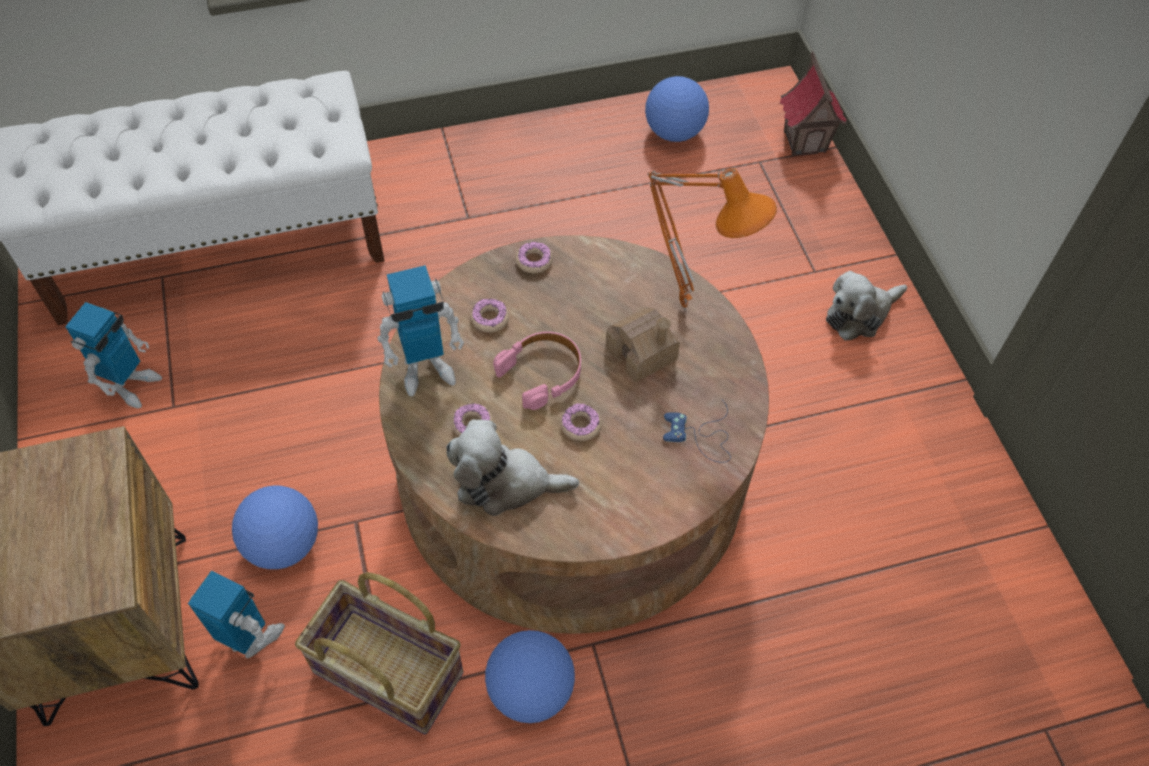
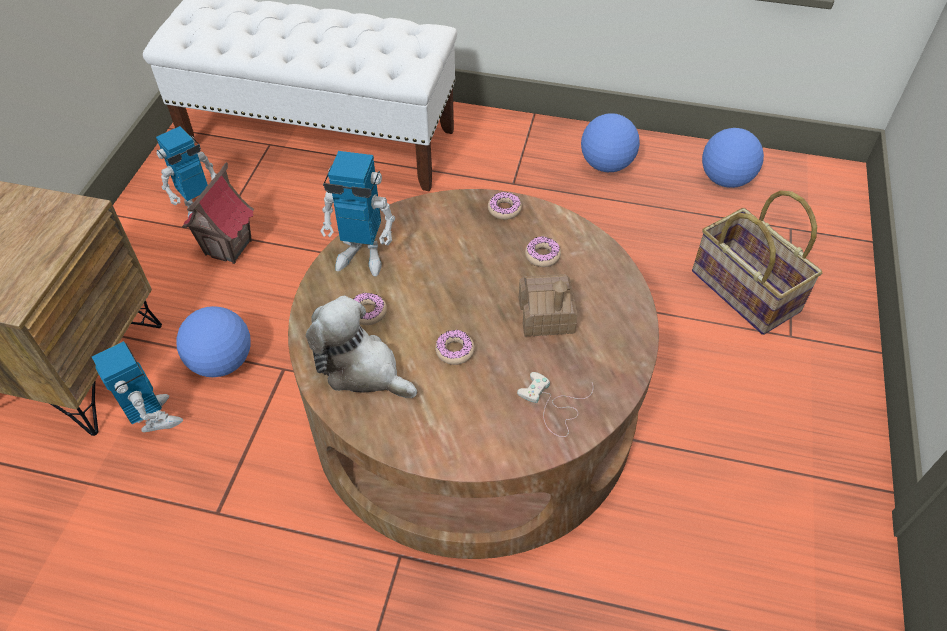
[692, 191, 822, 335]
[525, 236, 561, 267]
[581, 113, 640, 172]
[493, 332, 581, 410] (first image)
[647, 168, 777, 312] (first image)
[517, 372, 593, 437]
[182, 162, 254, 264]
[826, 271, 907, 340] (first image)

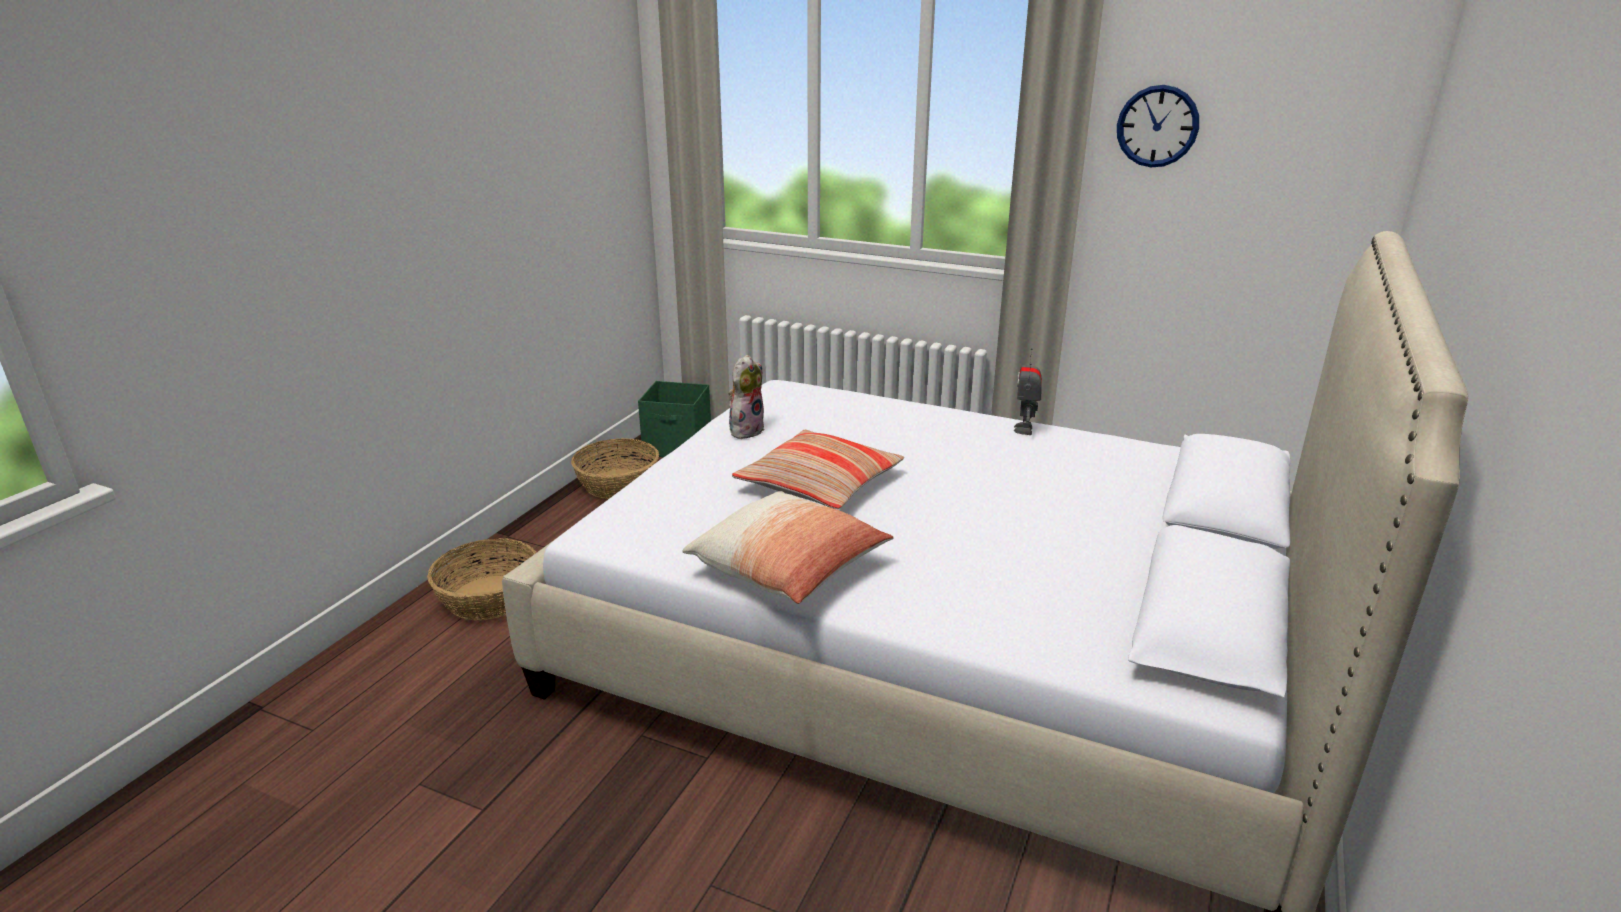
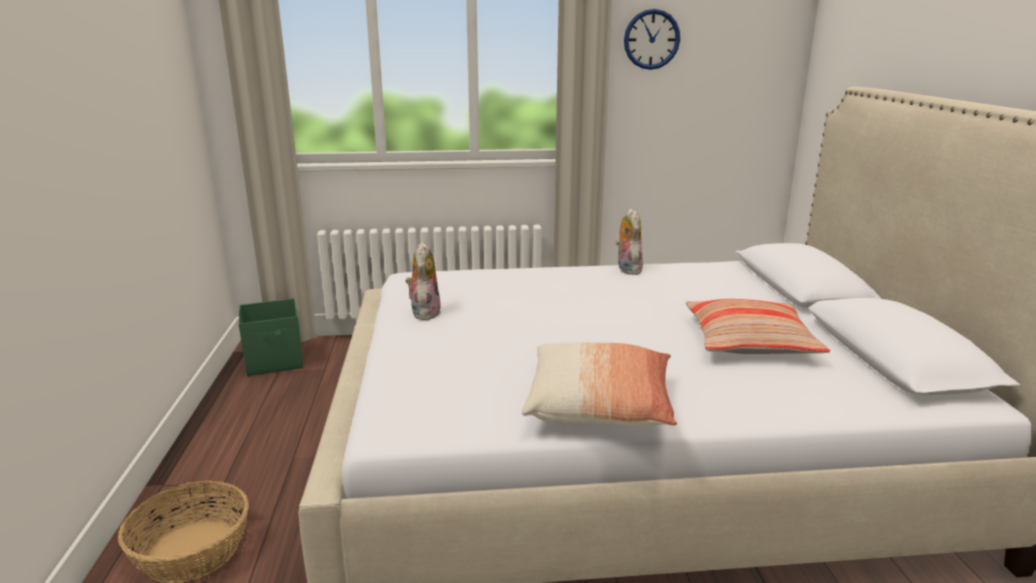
[571, 438, 659, 499] (first image)
[685, 299, 830, 354]
[616, 209, 643, 275]

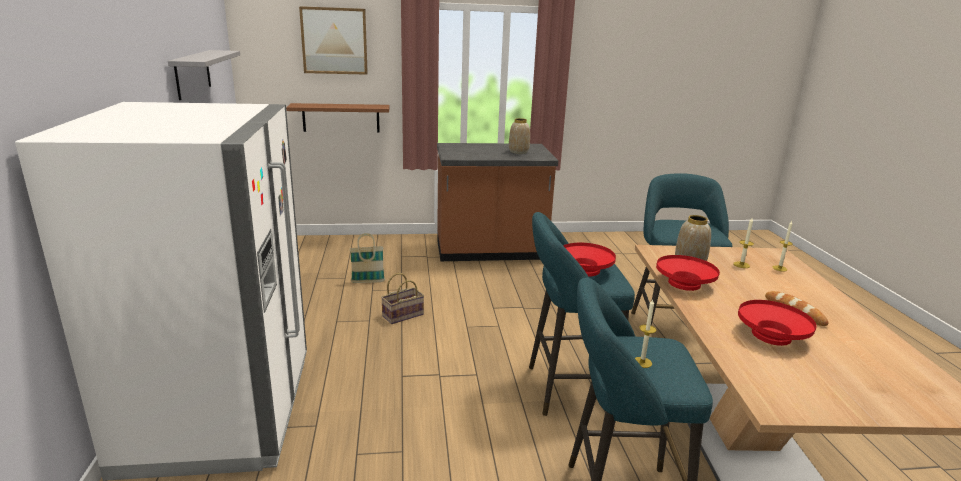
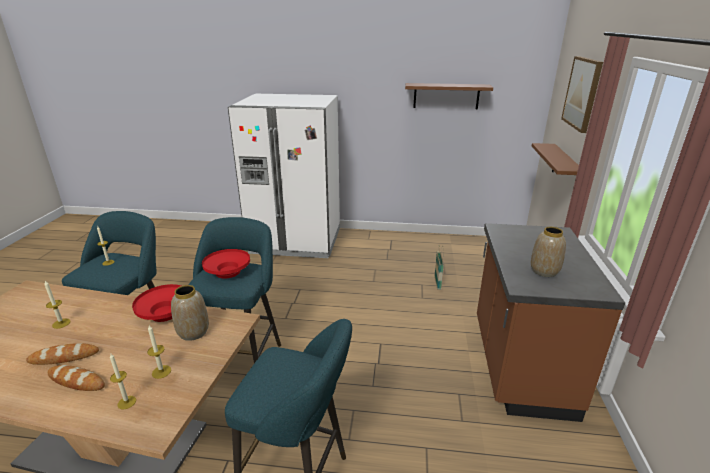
[405, 83, 493, 109]
[381, 273, 425, 324] (first image)
[44, 281, 71, 329]
[48, 365, 105, 391]

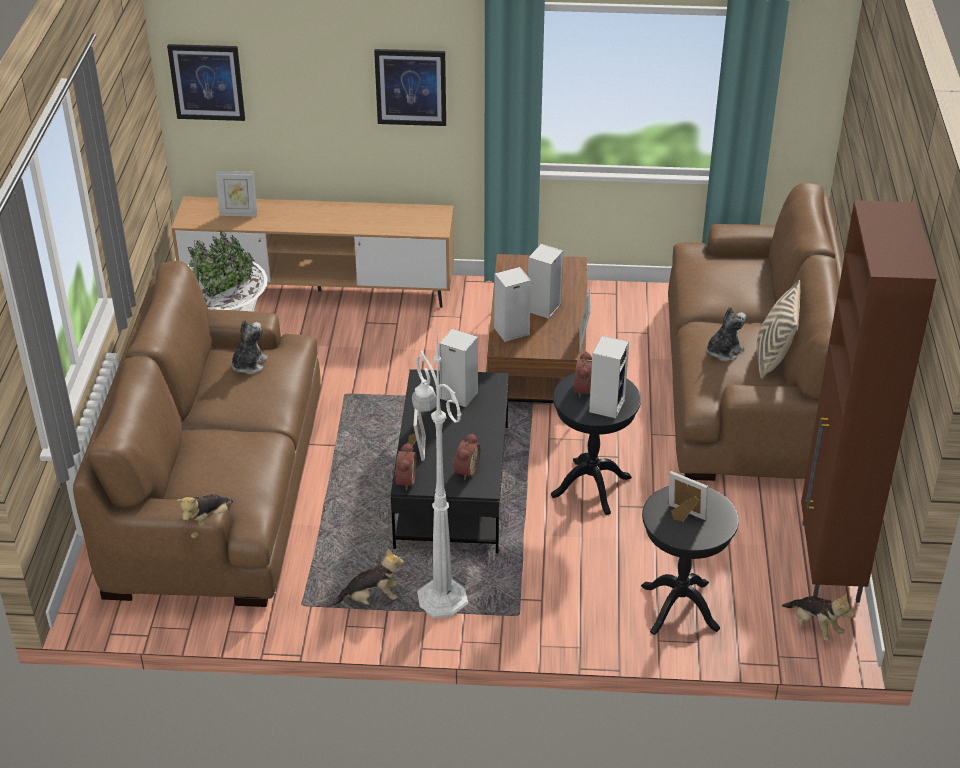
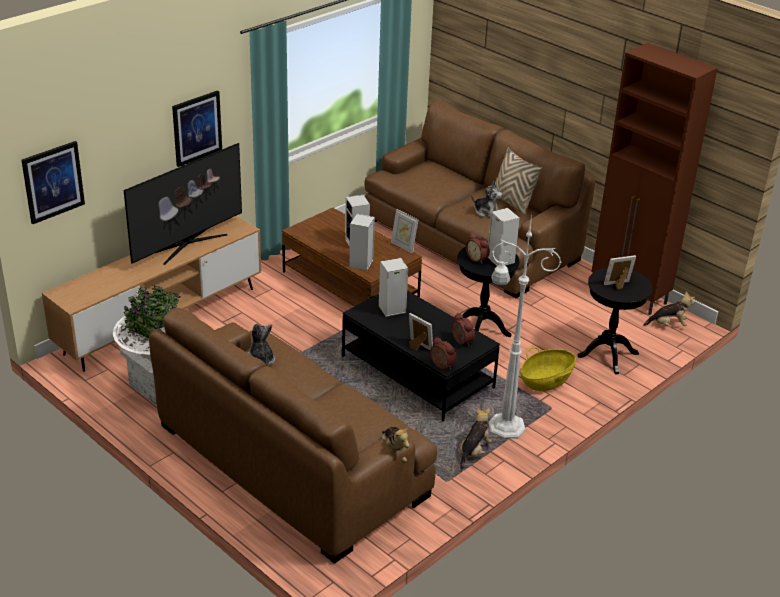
[216, 171, 257, 216] (first image)
[471, 181, 503, 218]
[124, 143, 242, 265]
[520, 347, 576, 391]

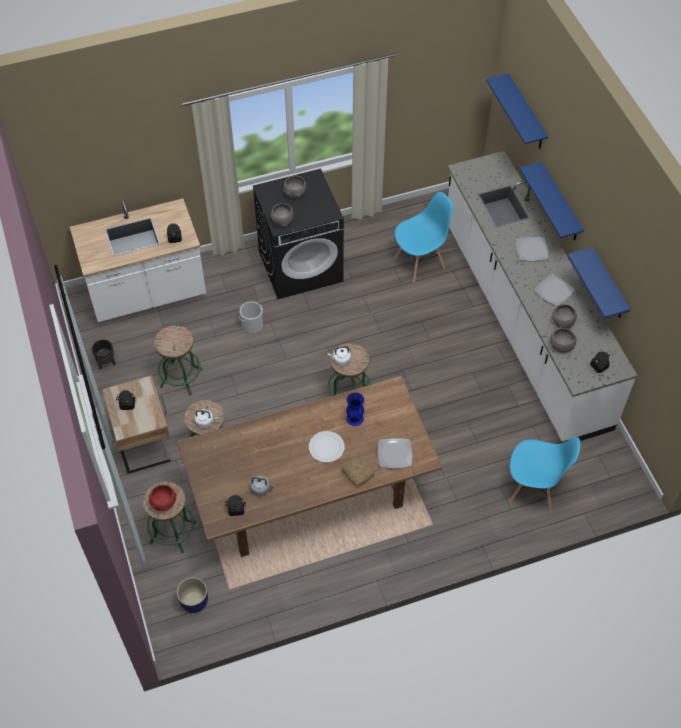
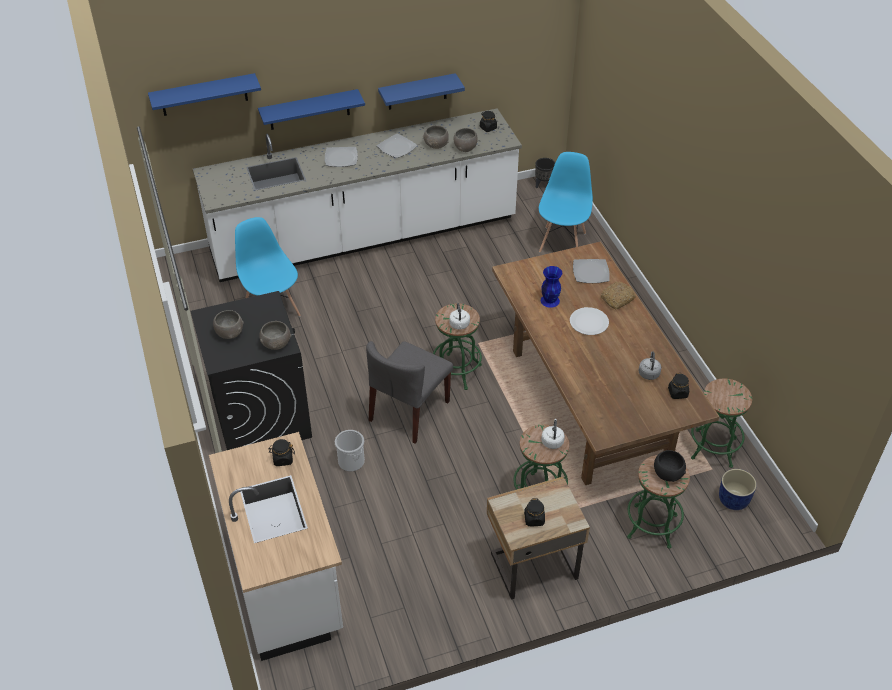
[535, 158, 555, 188]
[654, 450, 686, 482]
[691, 379, 752, 468]
[366, 341, 453, 444]

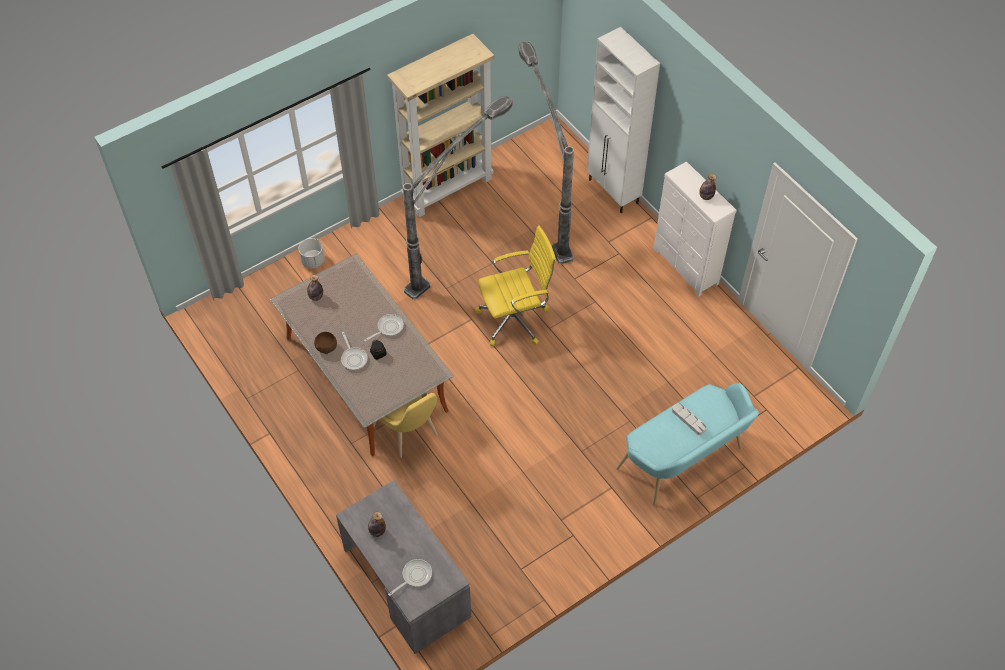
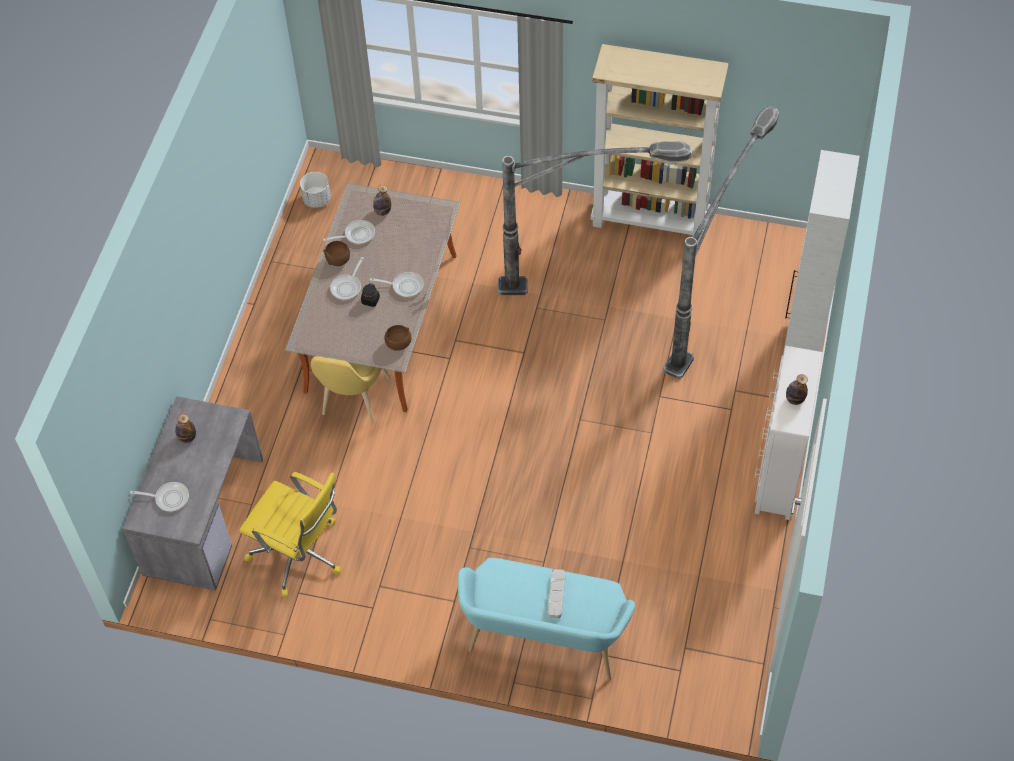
[300, 172, 331, 208]
[239, 472, 341, 597]
[323, 220, 375, 244]
[384, 325, 411, 351]

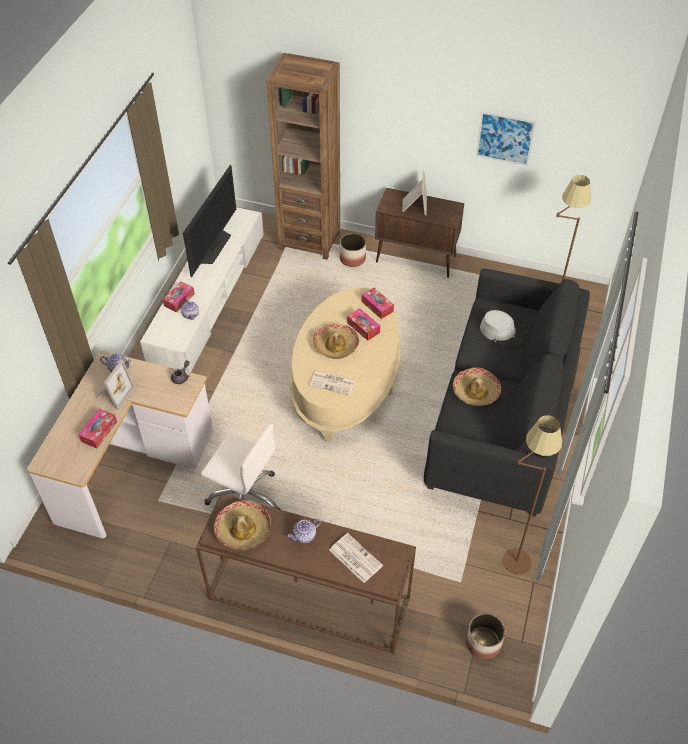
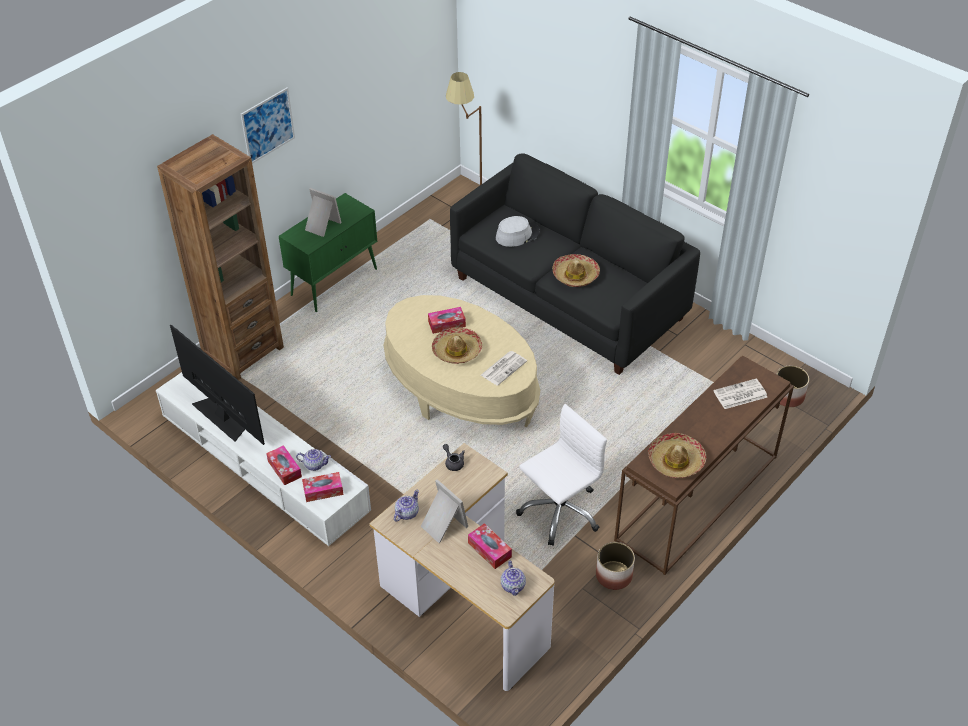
[501, 560, 526, 596]
[596, 542, 635, 590]
[302, 472, 343, 502]
[279, 193, 377, 312]
[241, 87, 295, 164]
[503, 415, 562, 574] (first image)

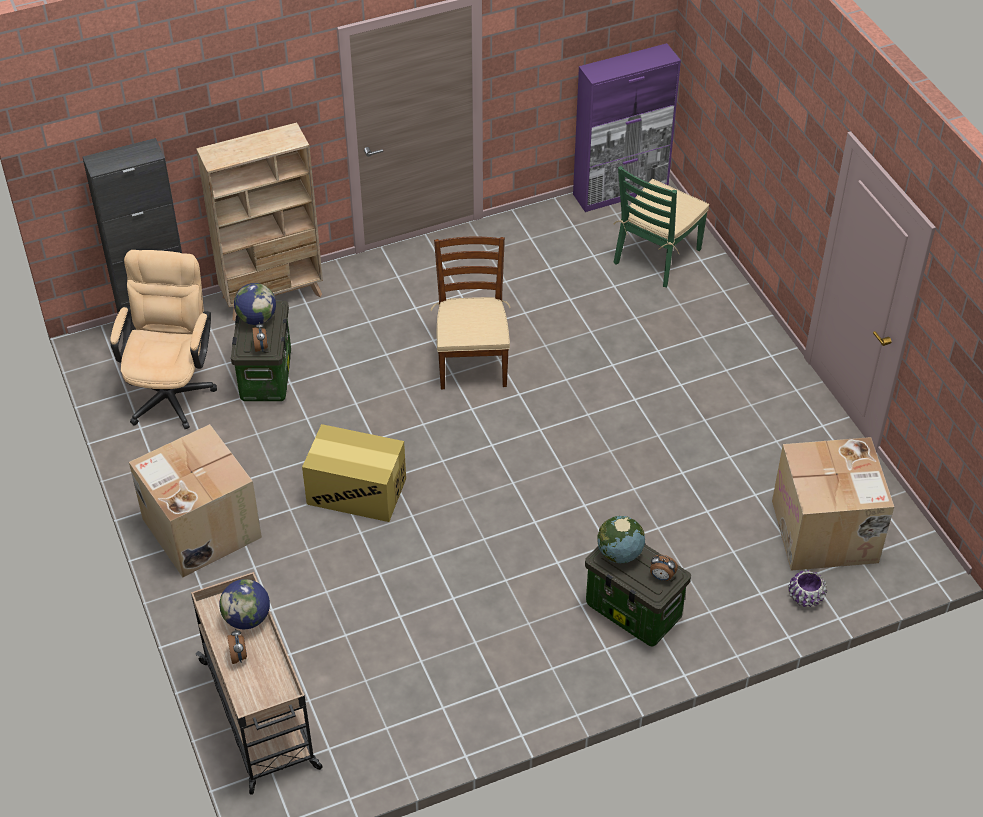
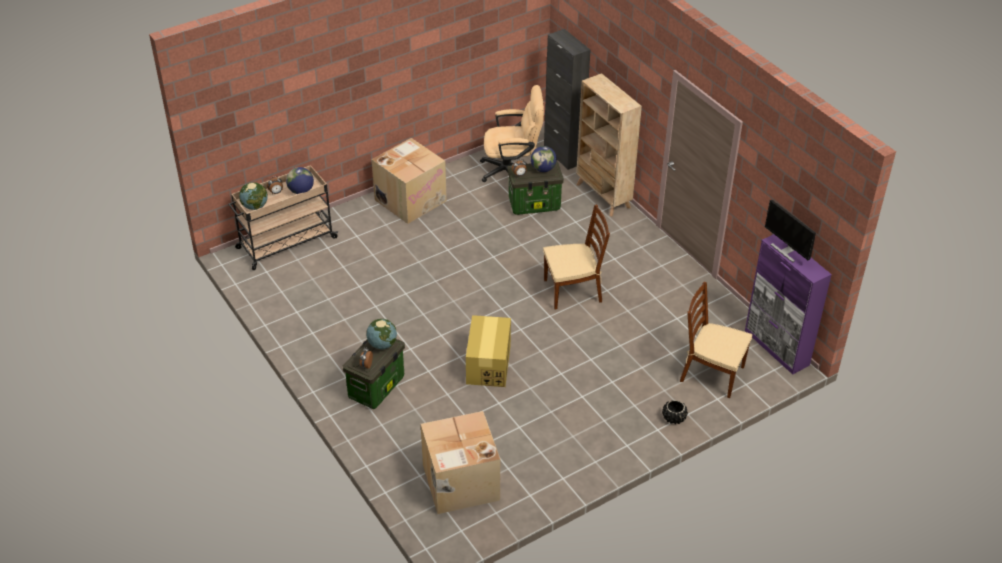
[466, 315, 511, 387]
[680, 281, 753, 398]
[788, 570, 827, 607] (first image)
[239, 182, 268, 210]
[662, 400, 688, 424]
[765, 200, 816, 263]

